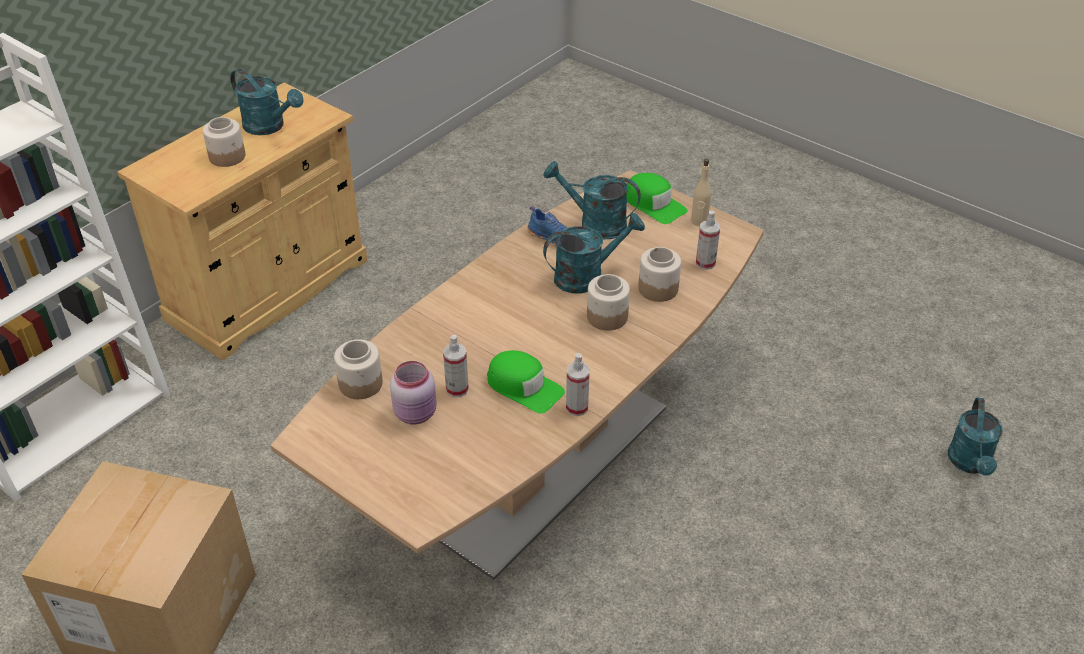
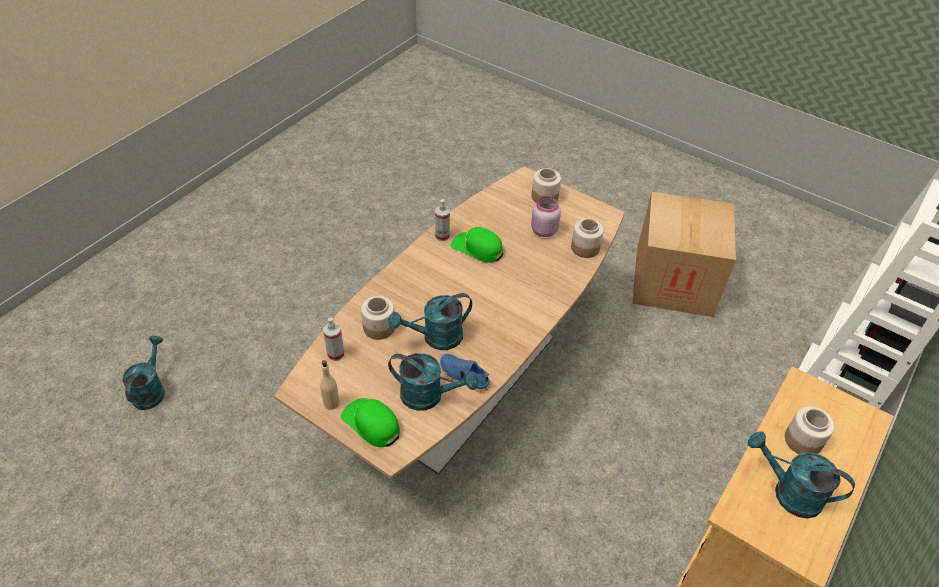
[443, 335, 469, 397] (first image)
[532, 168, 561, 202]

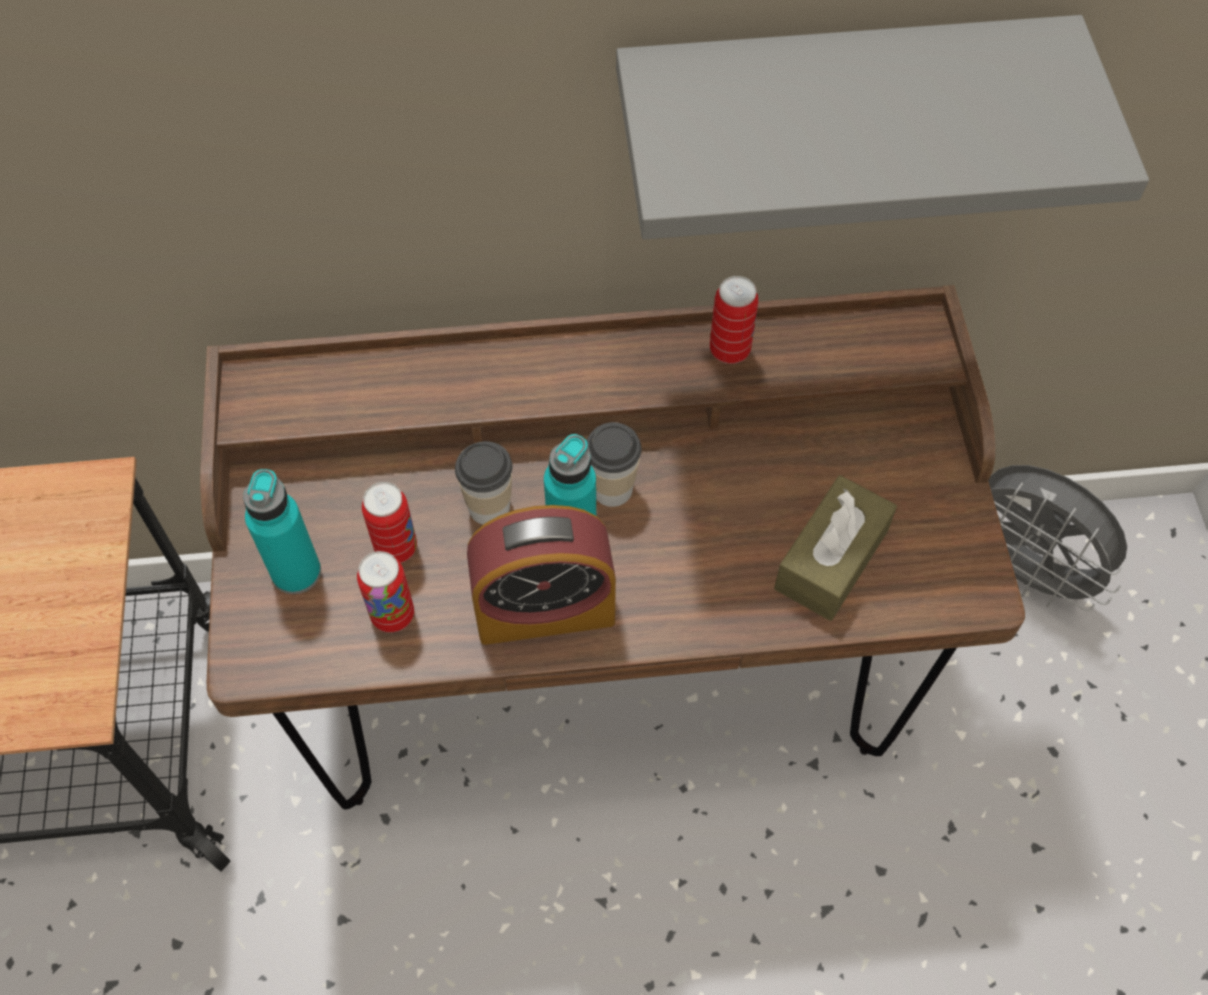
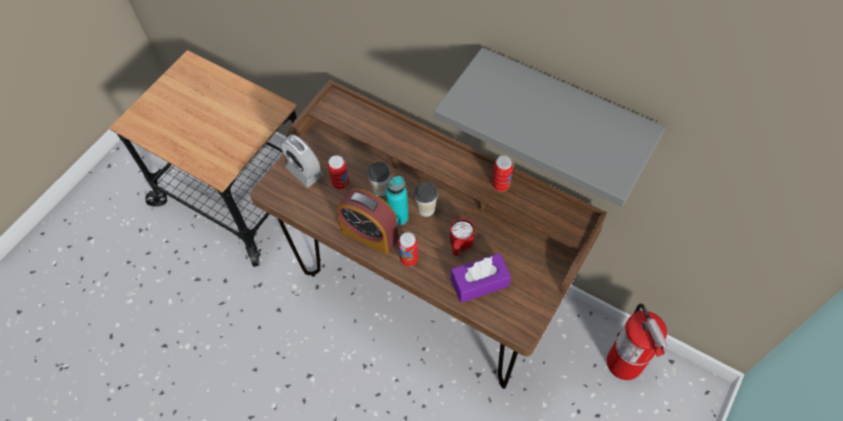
[281, 134, 324, 188]
[398, 232, 418, 266]
[451, 253, 511, 303]
[607, 303, 668, 380]
[450, 218, 475, 256]

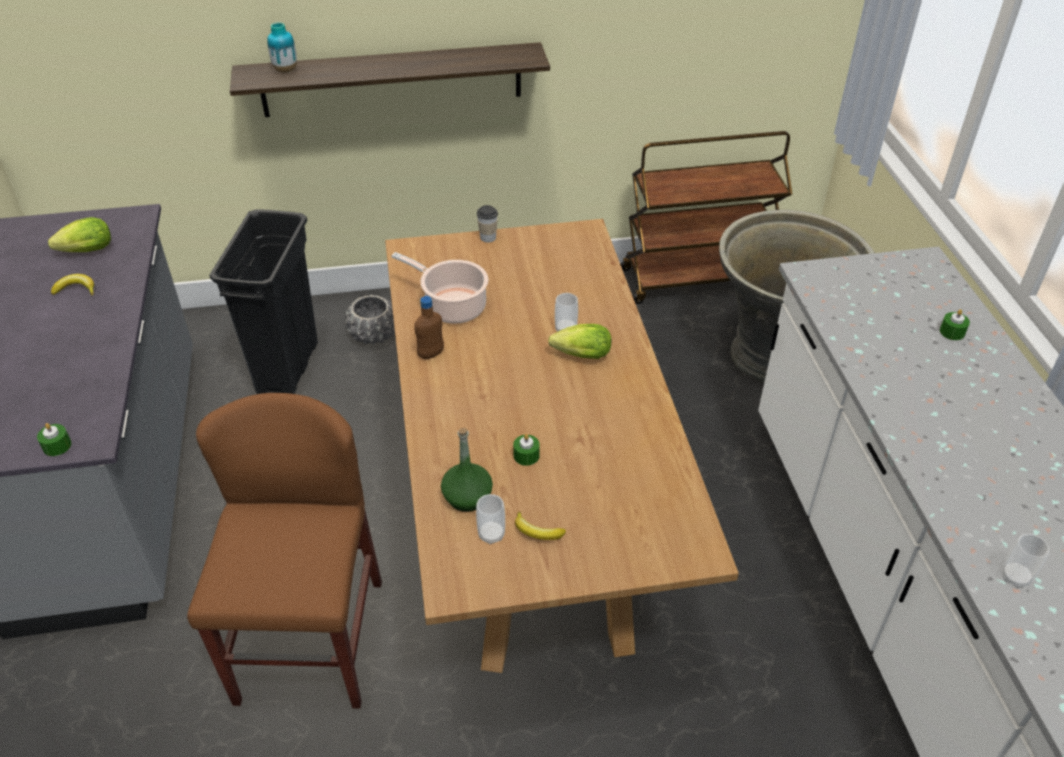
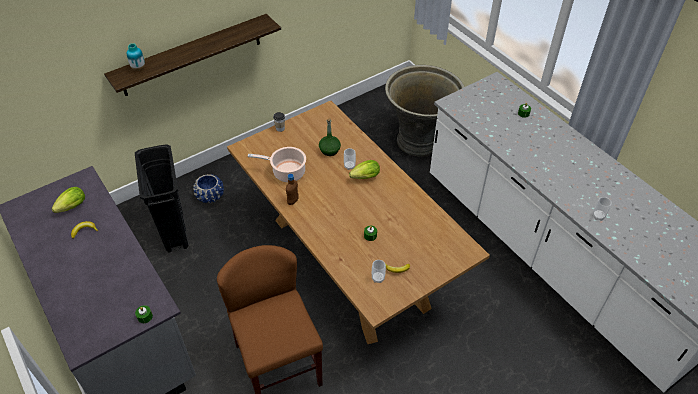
[193, 174, 224, 203]
[319, 118, 341, 156]
[620, 131, 792, 304] (first image)

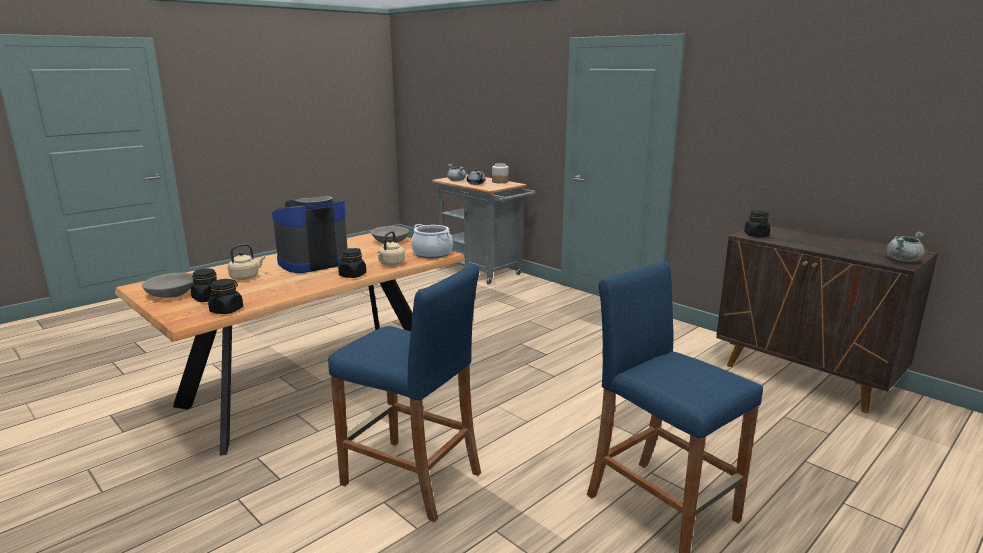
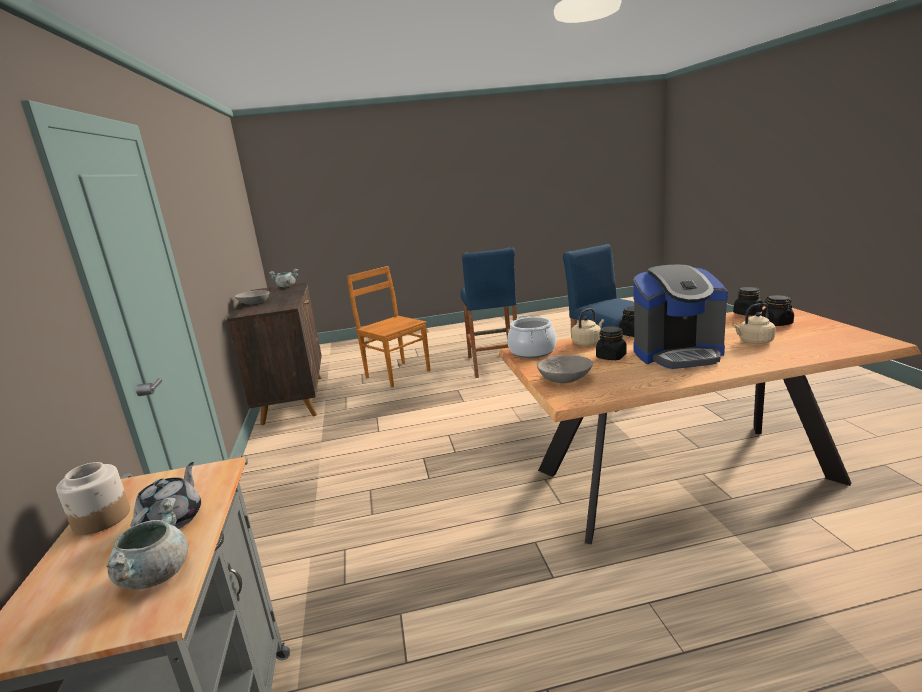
[235, 290, 270, 305]
[596, 326, 627, 360]
[347, 266, 431, 387]

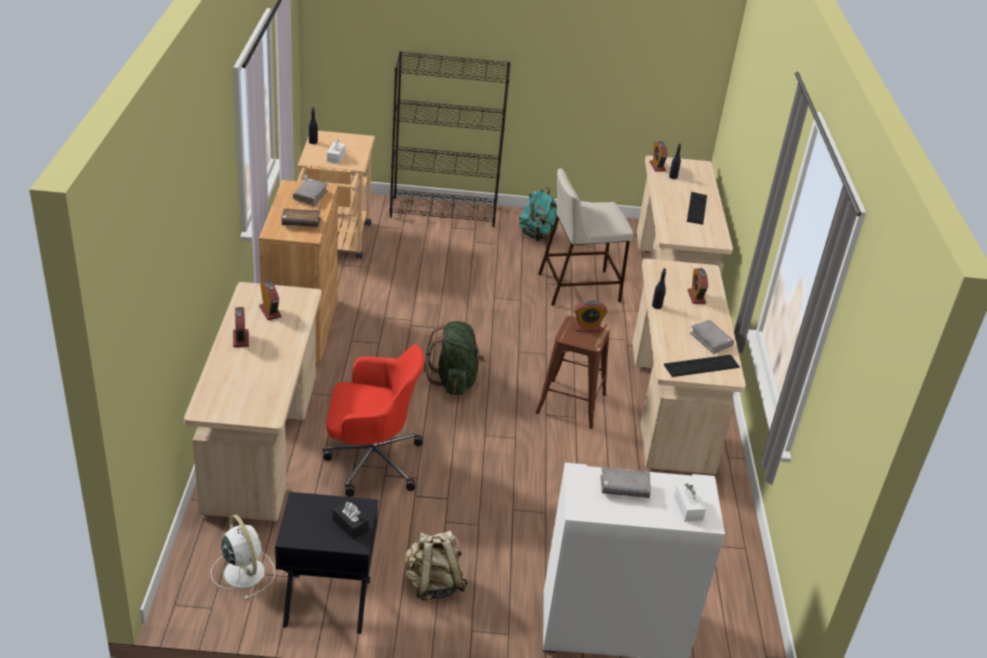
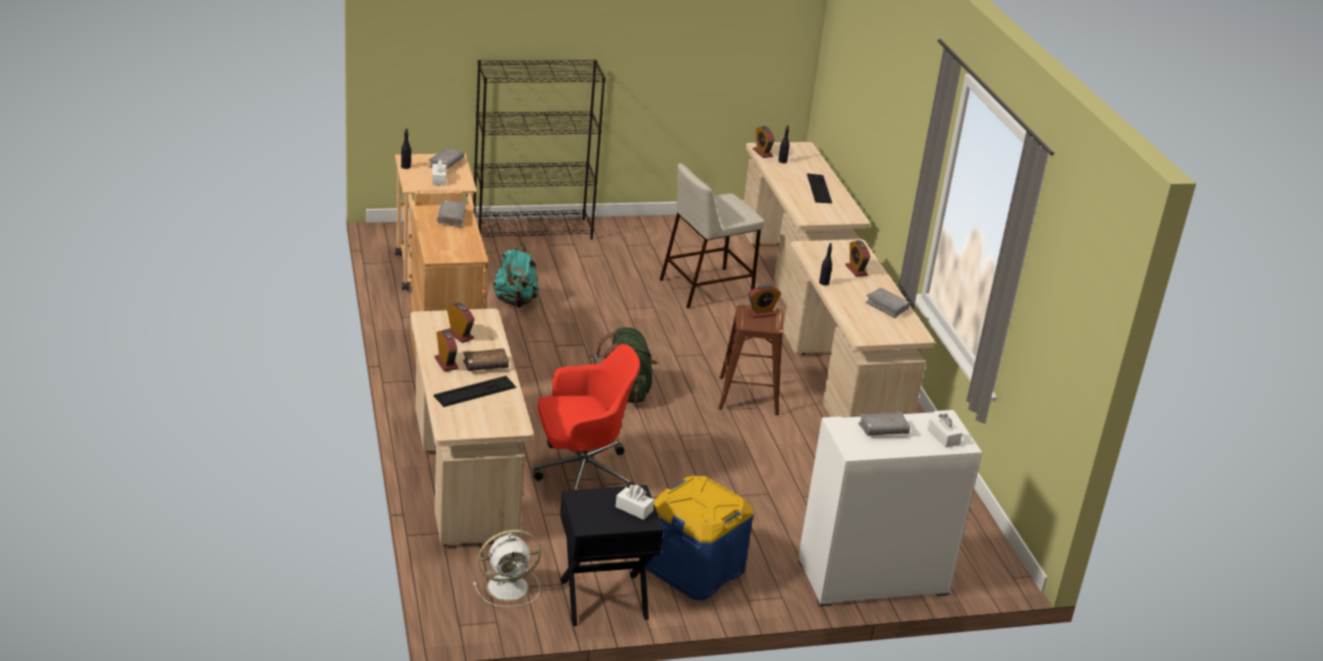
[473, 530, 541, 607]
[463, 348, 509, 371]
[616, 485, 654, 520]
[646, 476, 754, 600]
[493, 244, 539, 308]
[434, 376, 516, 407]
[428, 147, 464, 170]

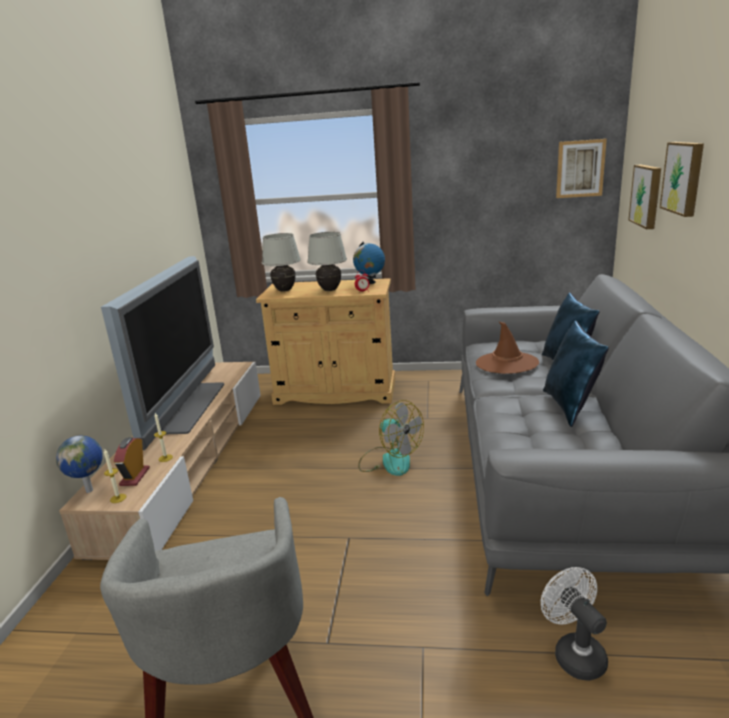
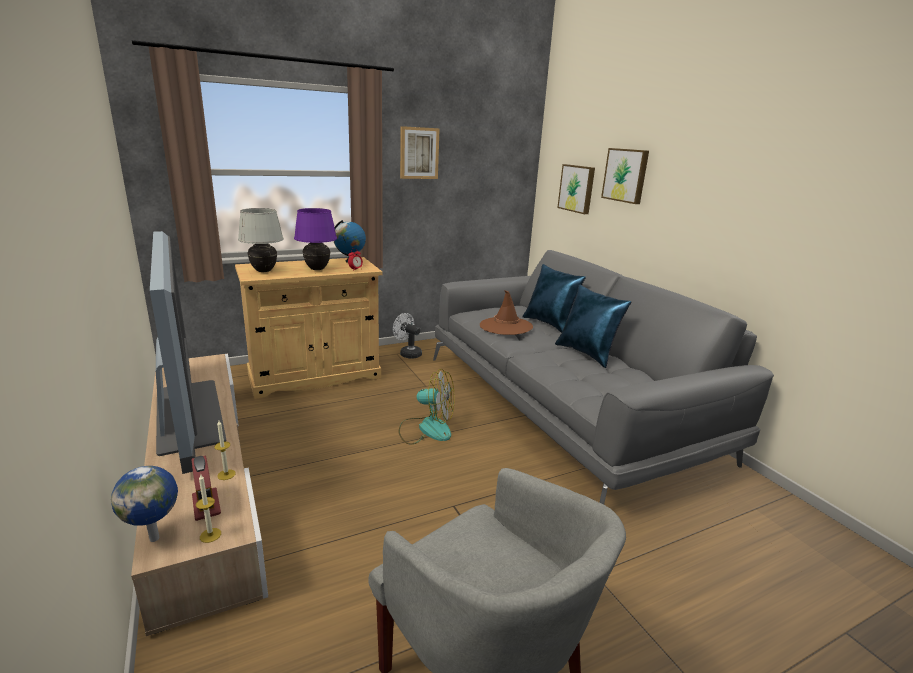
[294, 208, 337, 270]
[393, 313, 422, 359]
[400, 126, 440, 179]

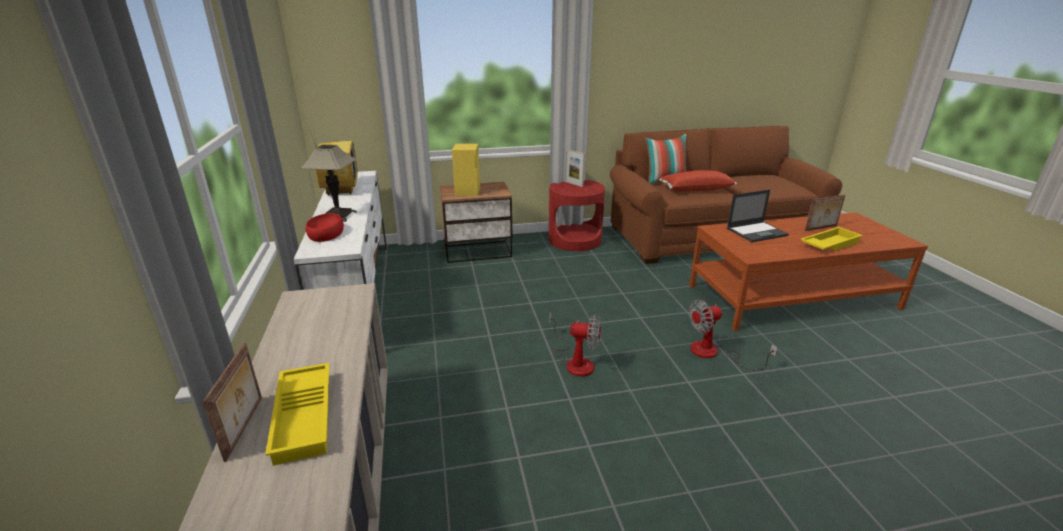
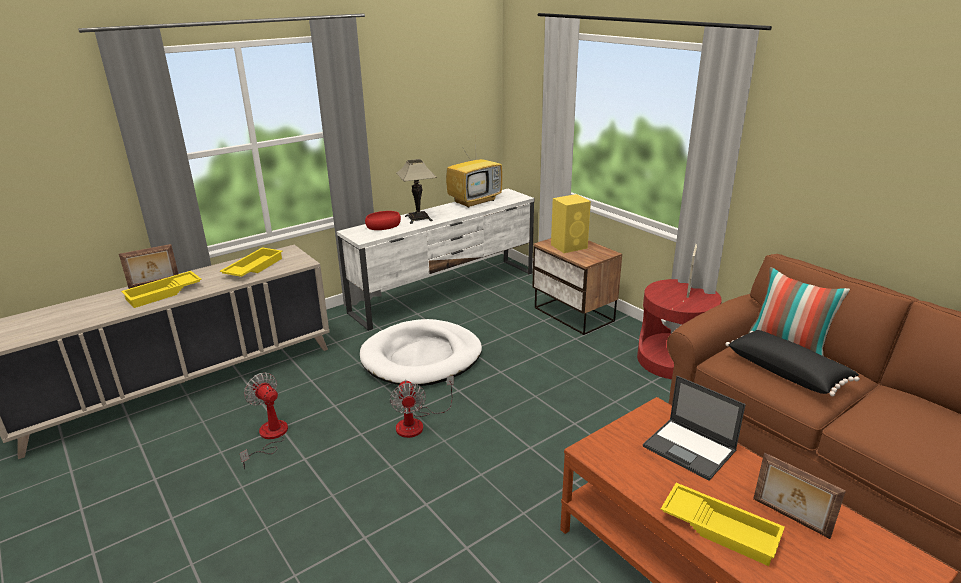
[726, 330, 860, 396]
[240, 373, 288, 470]
[220, 247, 283, 277]
[360, 319, 482, 386]

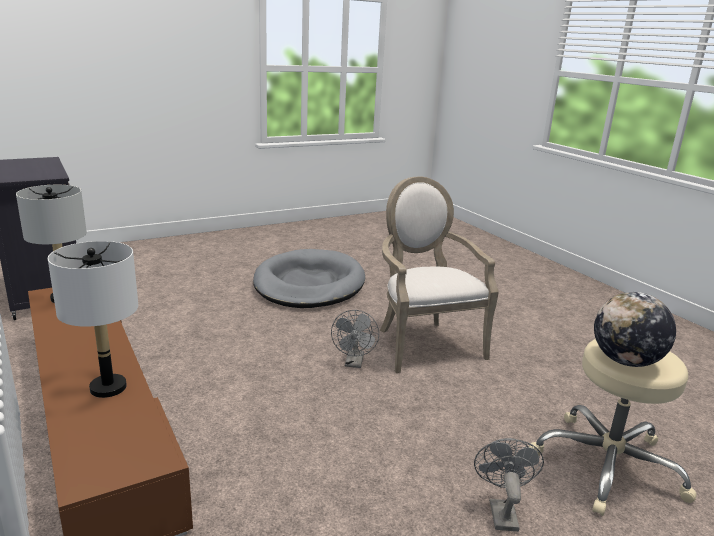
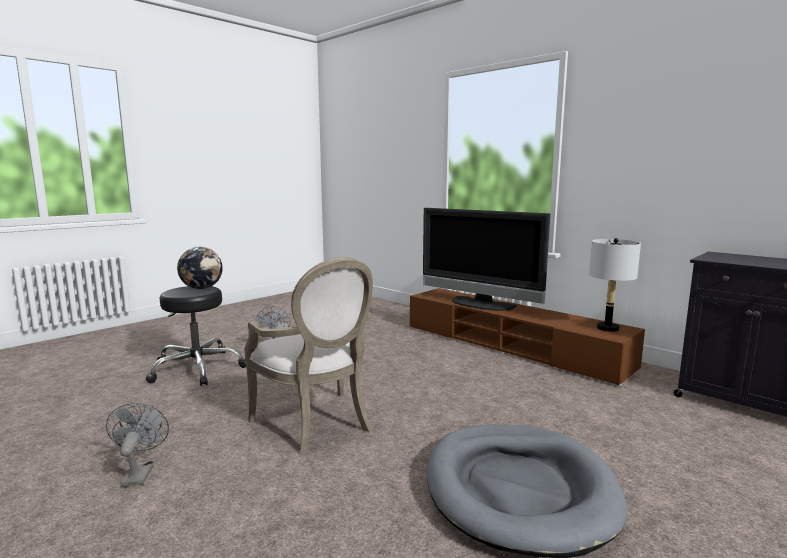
[423, 208, 551, 310]
[106, 403, 169, 487]
[146, 286, 246, 386]

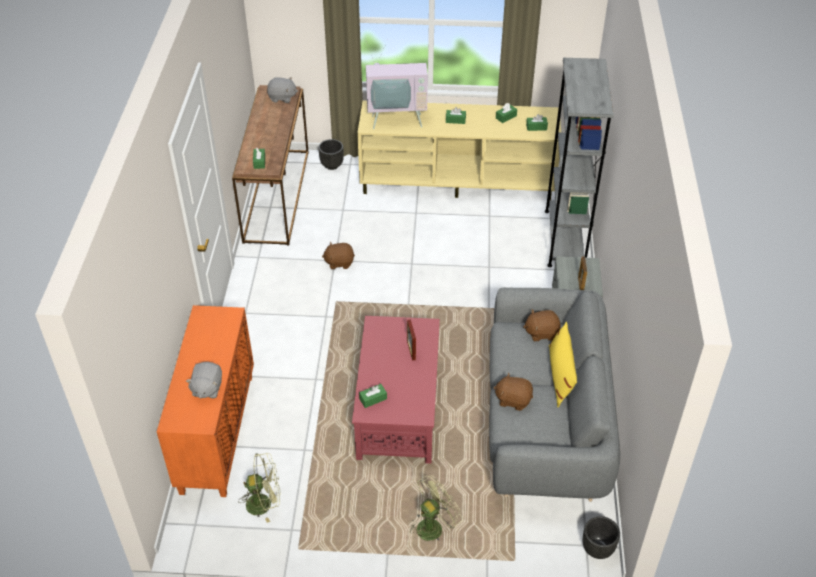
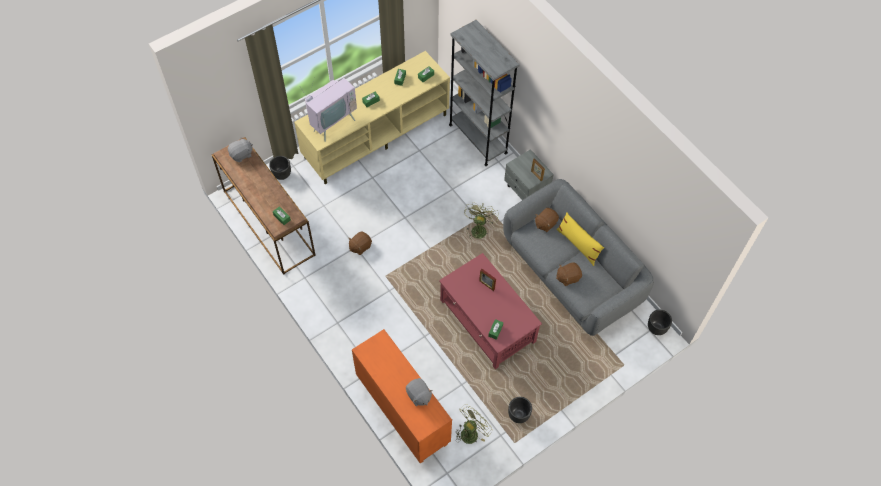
[464, 203, 499, 240]
[508, 397, 532, 423]

